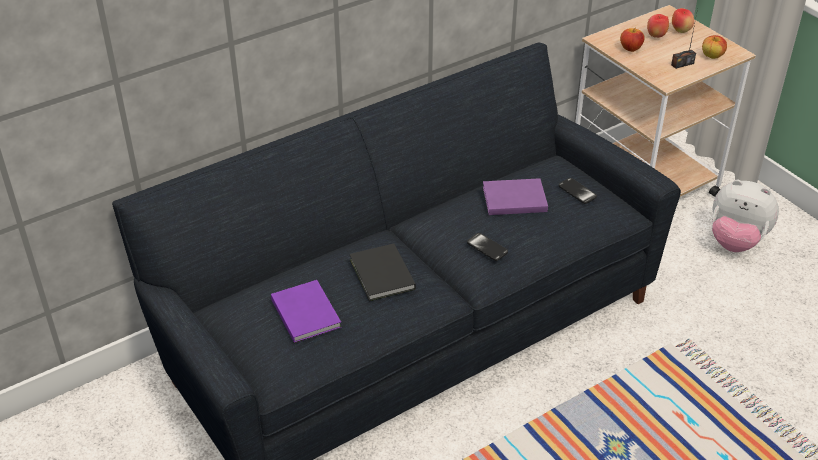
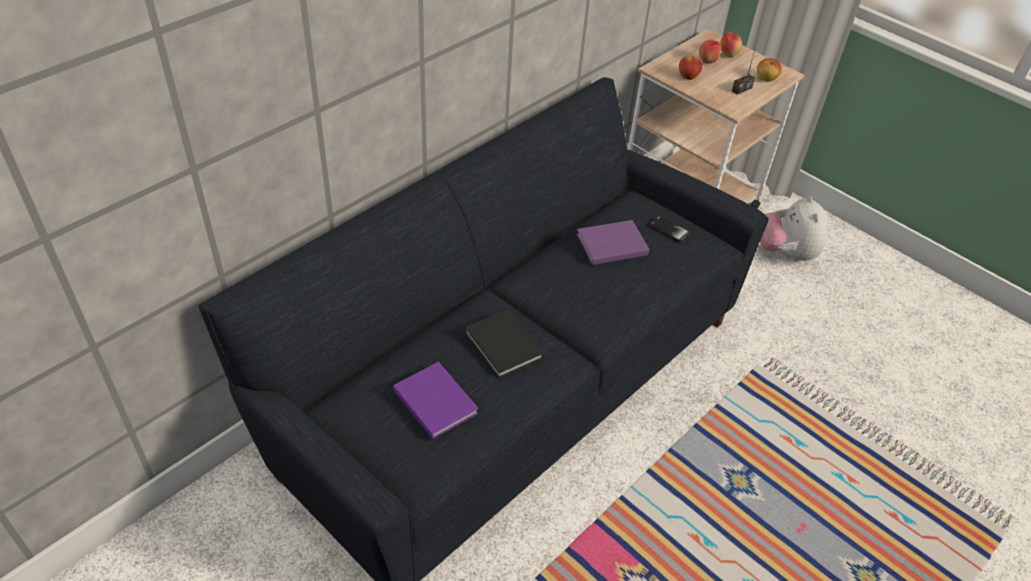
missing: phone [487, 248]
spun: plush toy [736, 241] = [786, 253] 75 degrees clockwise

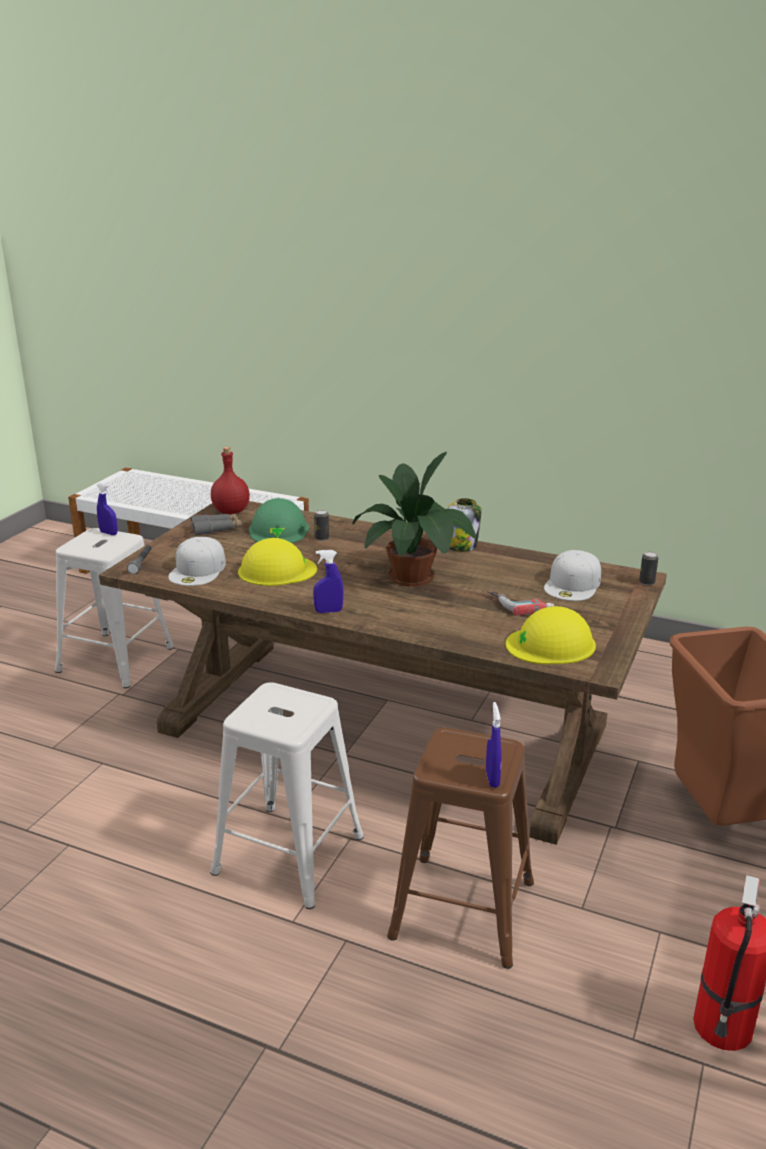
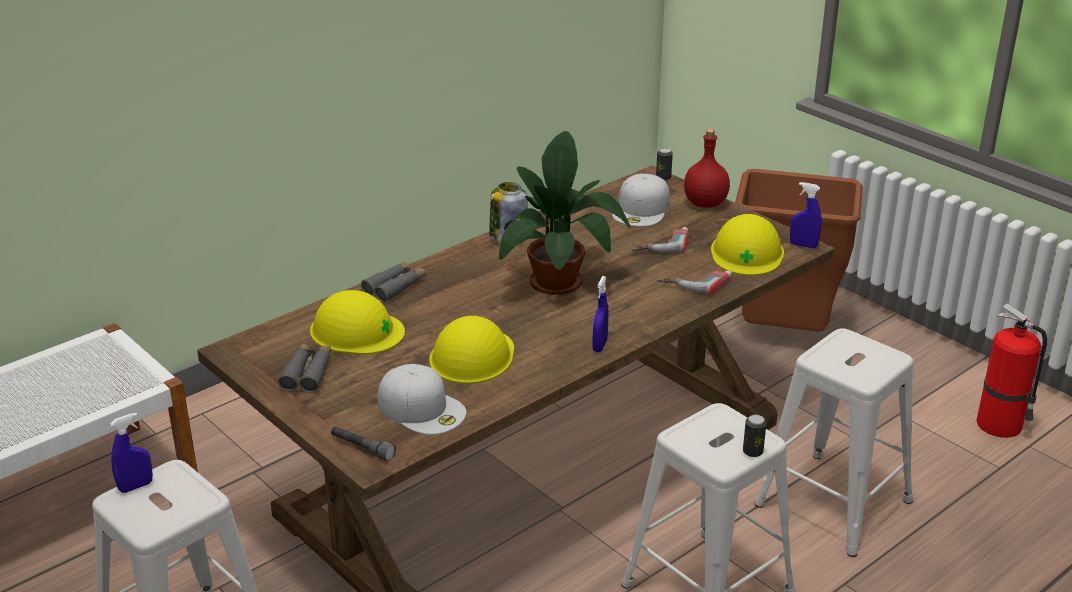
appeared: gray field glasses [395, 287]; drill [695, 282]
relocated: reddish drink bottle [231, 511] to [704, 203]; can [322, 538] to [752, 452]; bluish spray bottle [492, 779] to [803, 245]
colour: greenish hard hat [279, 530] to yellow hard hat [356, 331]; brown-coloured sitting stool [462, 909] to white sitting stool [833, 503]
spun: white peaked cap [573, 584] = [642, 209] 60 degrees clockwise

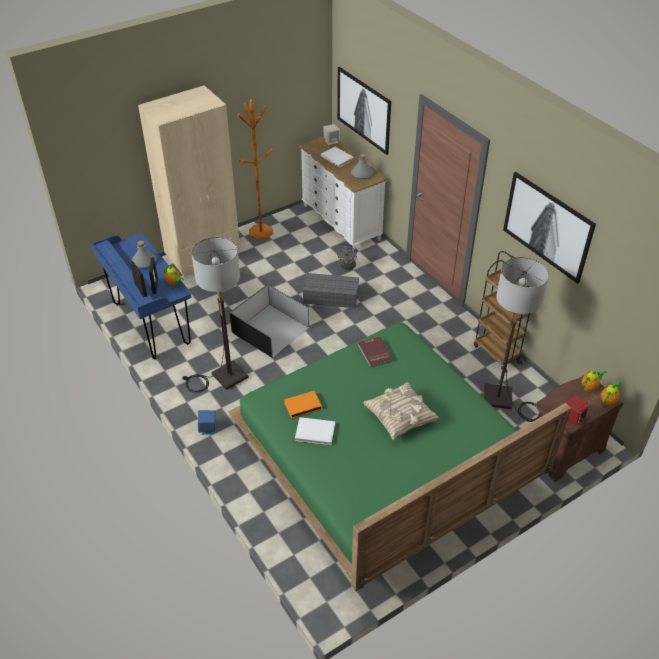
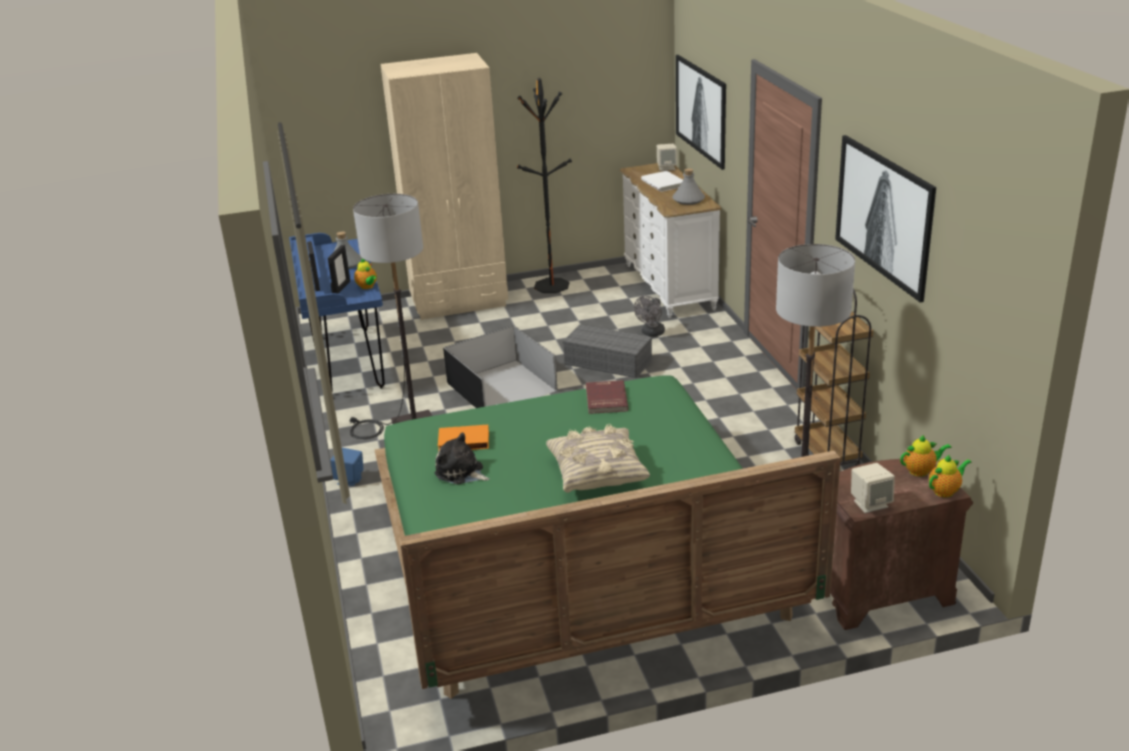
exchanged: white volume [315, 432] to plush toy [461, 472]
colour: orange clothes rack [261, 231] to black clothes rack [551, 285]; reddish loudspeaker [573, 418] to sand-coloured loudspeaker [870, 503]

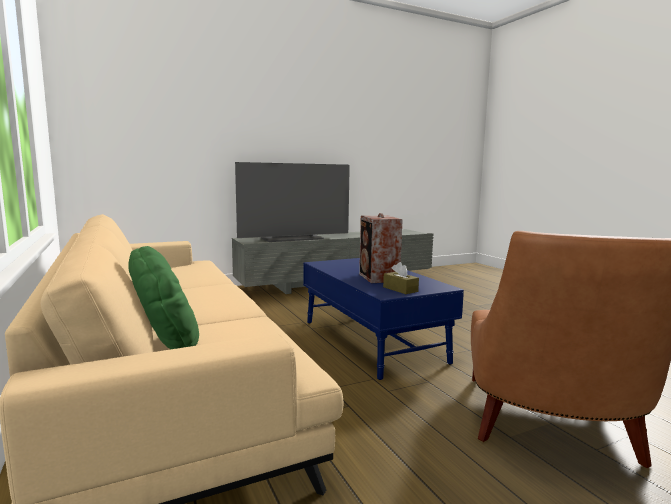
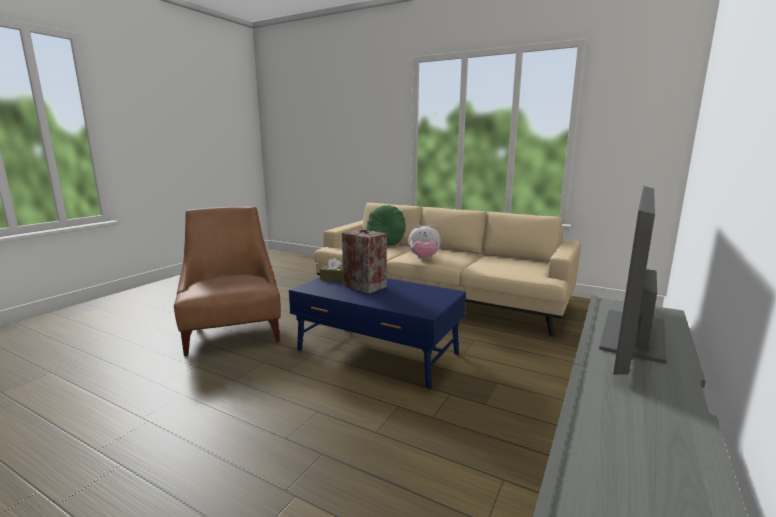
appeared: plush toy [424, 259]

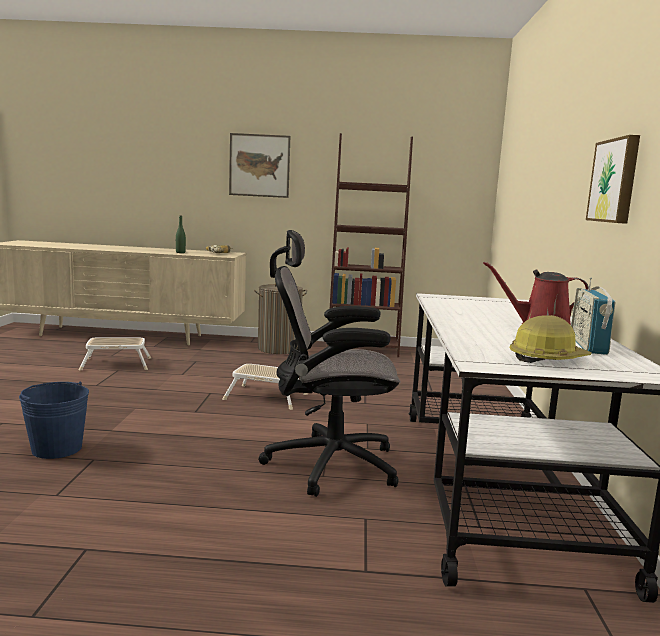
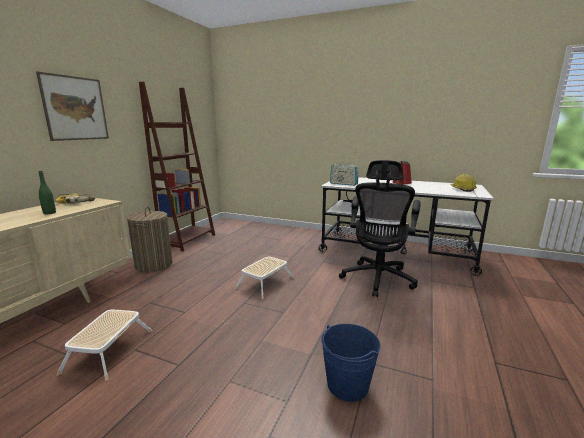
missing: wall art [615, 181]
relocated: radio set [587, 345] to [343, 184]

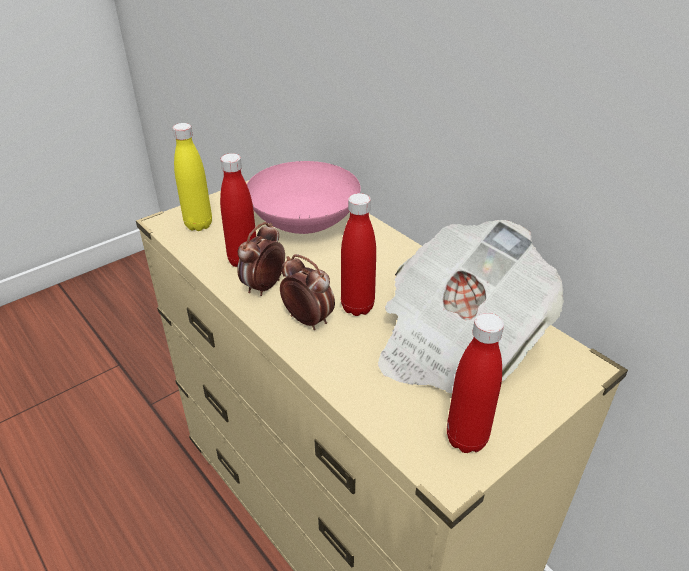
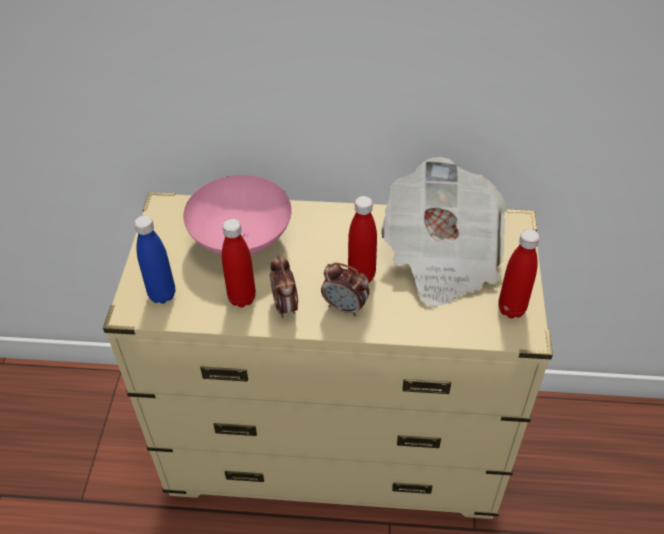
colour: yellow drink bottle [198, 225] to bluish drink bottle [162, 295]
spun: table clock [307, 320] = [345, 307] 150 degrees counterclockwise

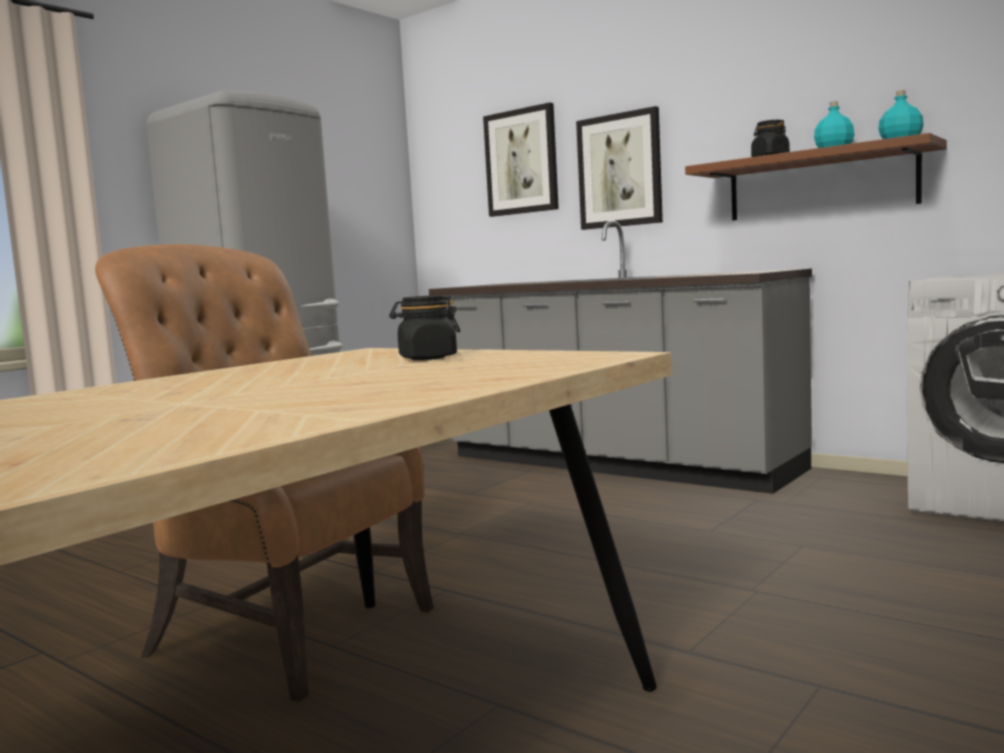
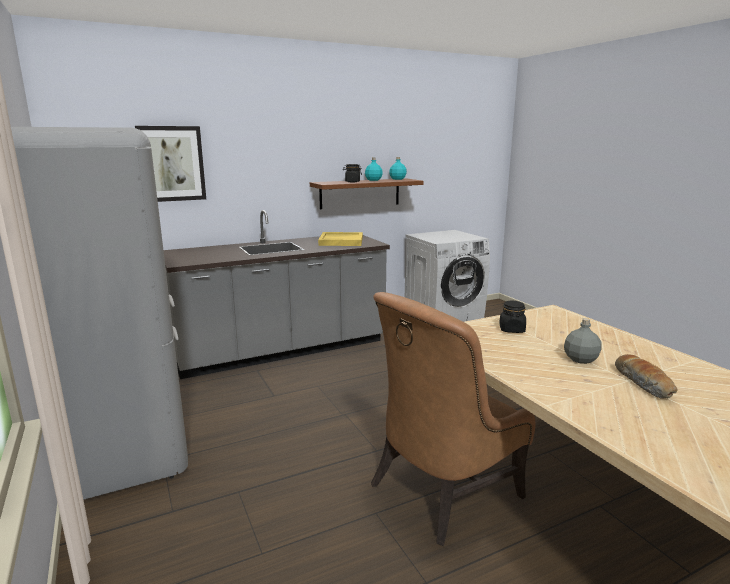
missing: wall art [620, 170]
appeared: yellow serving tray [340, 241]; gray drink bottle [580, 359]; bakery bread [644, 384]

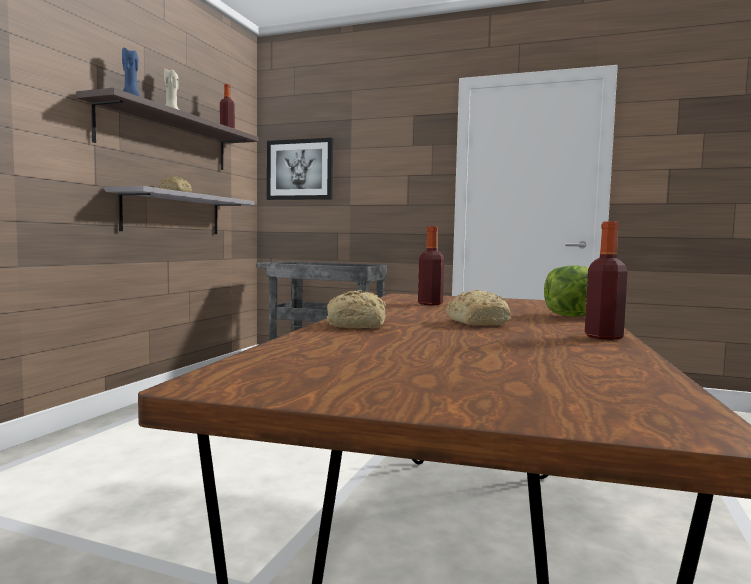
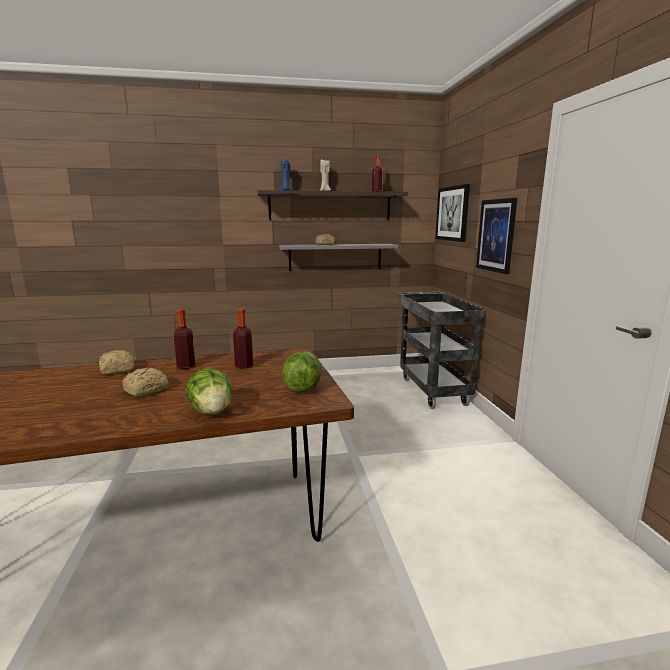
appeared: lettuce [302, 388]; wall art [496, 235]
relocated: drink bottle [603, 337] to [186, 366]

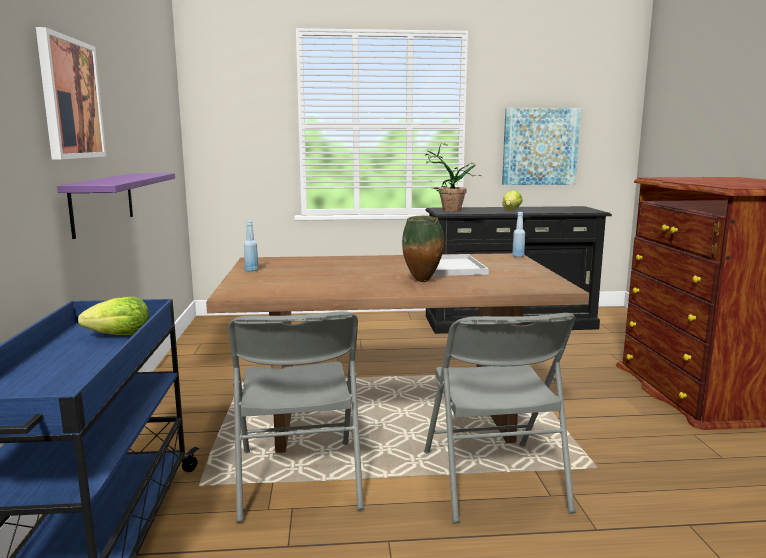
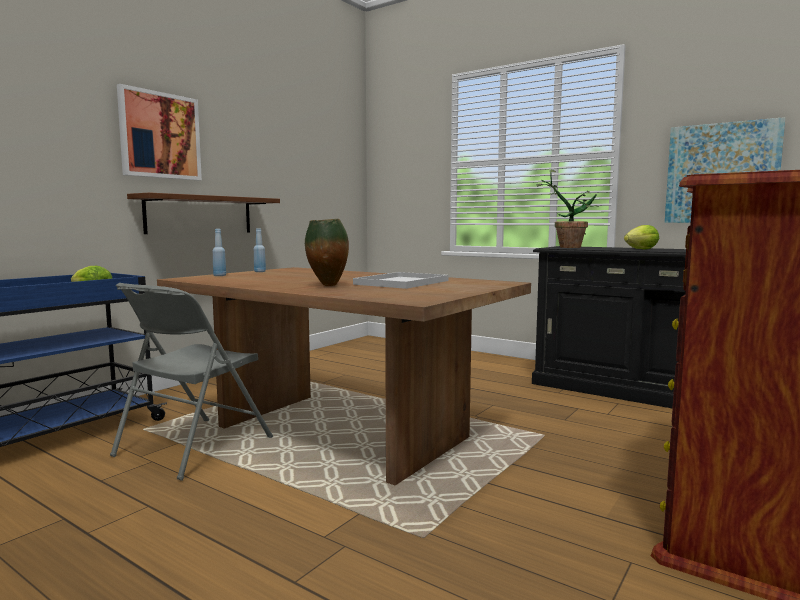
missing: gray plain chair [492, 480]
relocated: bluish drink bottle [518, 256] to [219, 275]
colour: purplish bracket shelf [103, 202] to brown-coloured bracket shelf [200, 215]

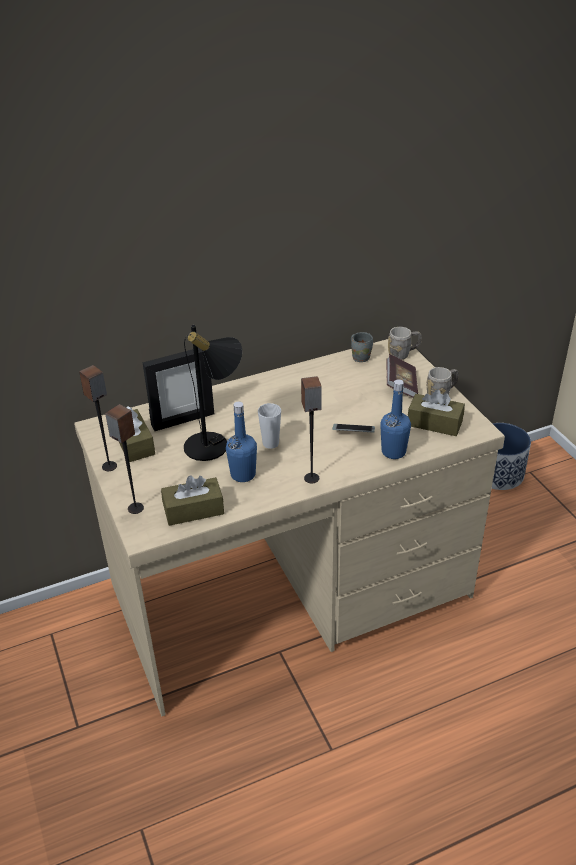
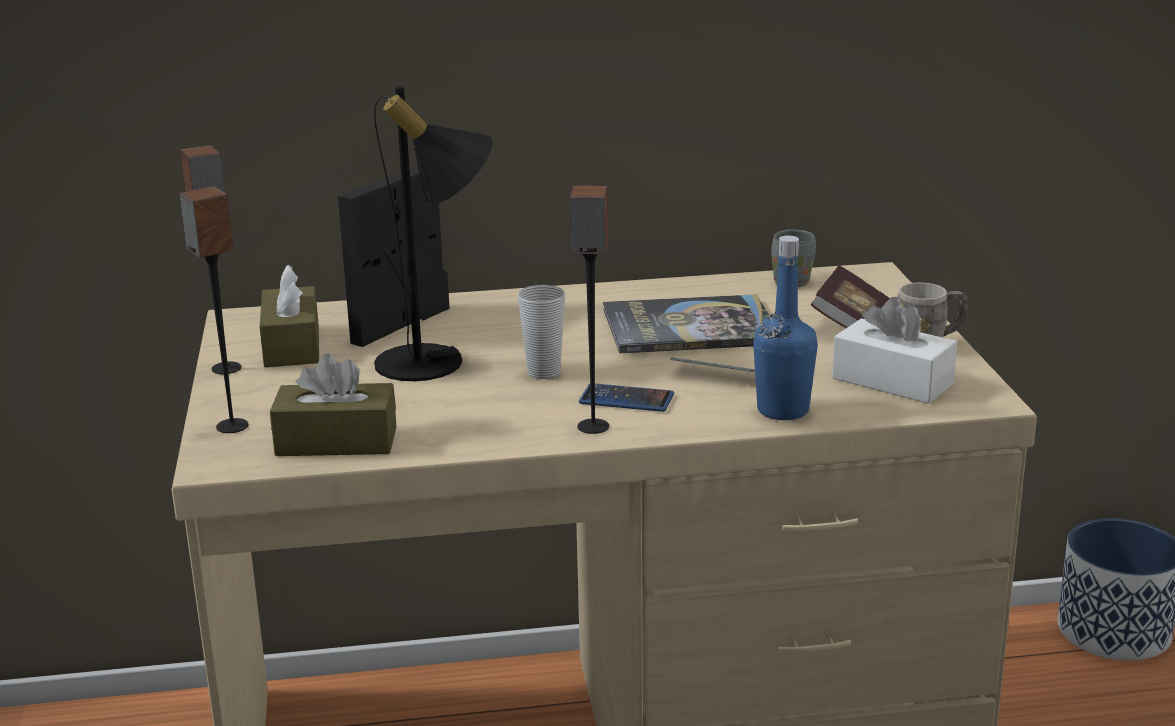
missing: bluish drink bottle [243, 474]; gray mug [403, 354]
appeared: phone [626, 399]; volume [690, 327]
colour: brown-coloured tissue holder [434, 423] to white tissue holder [892, 381]
spun: photo frame [183, 419] = [401, 325] 135 degrees clockwise

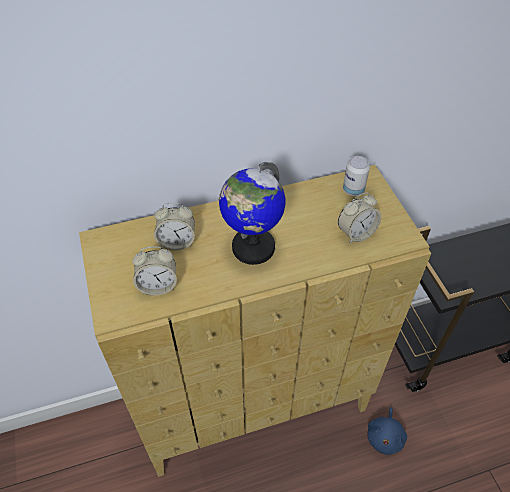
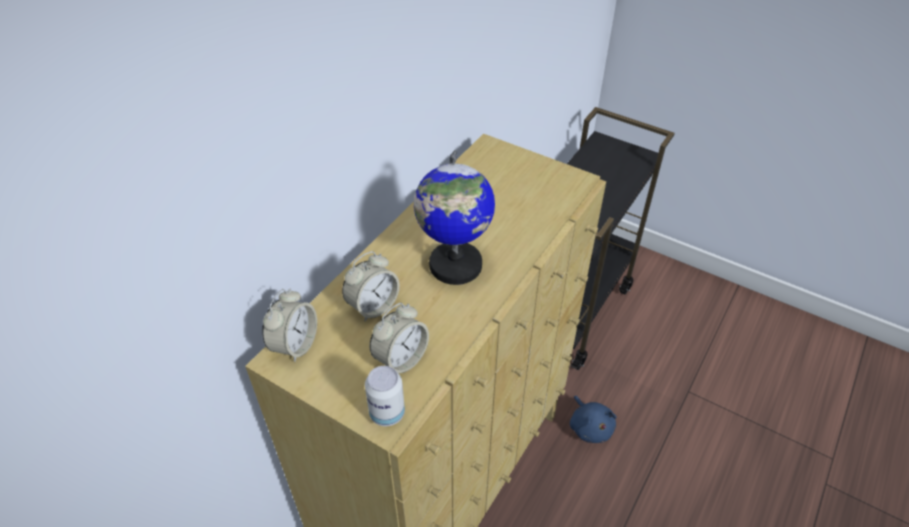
relocated: table clock [356, 233] to [295, 345]; can [353, 190] to [387, 413]

